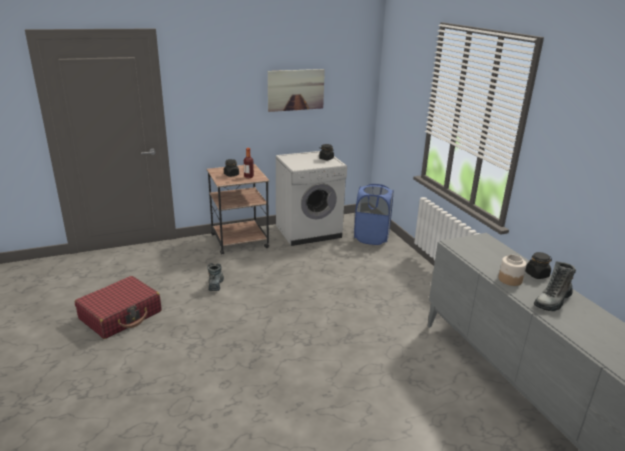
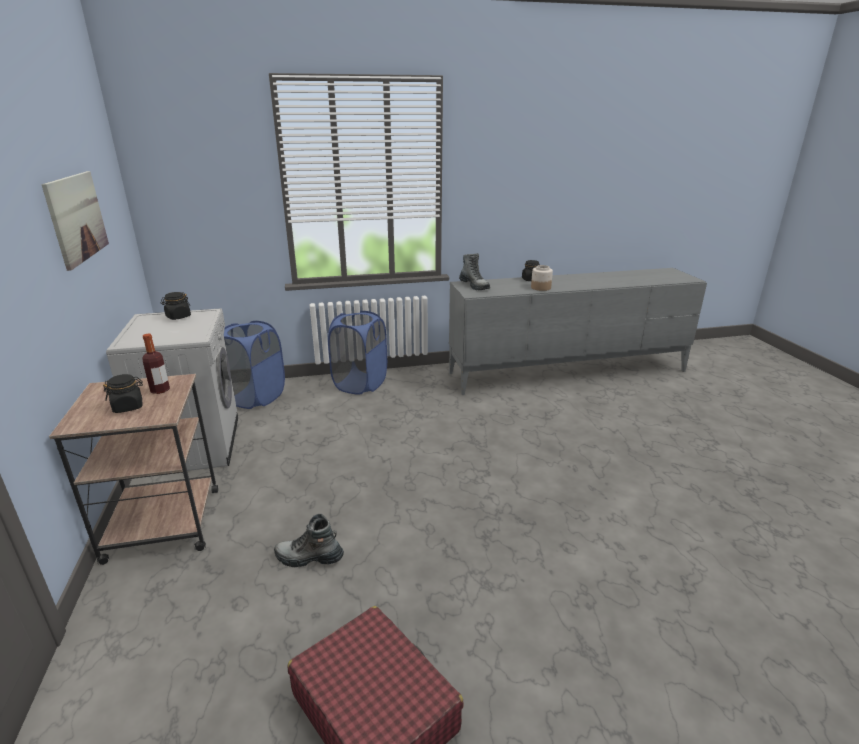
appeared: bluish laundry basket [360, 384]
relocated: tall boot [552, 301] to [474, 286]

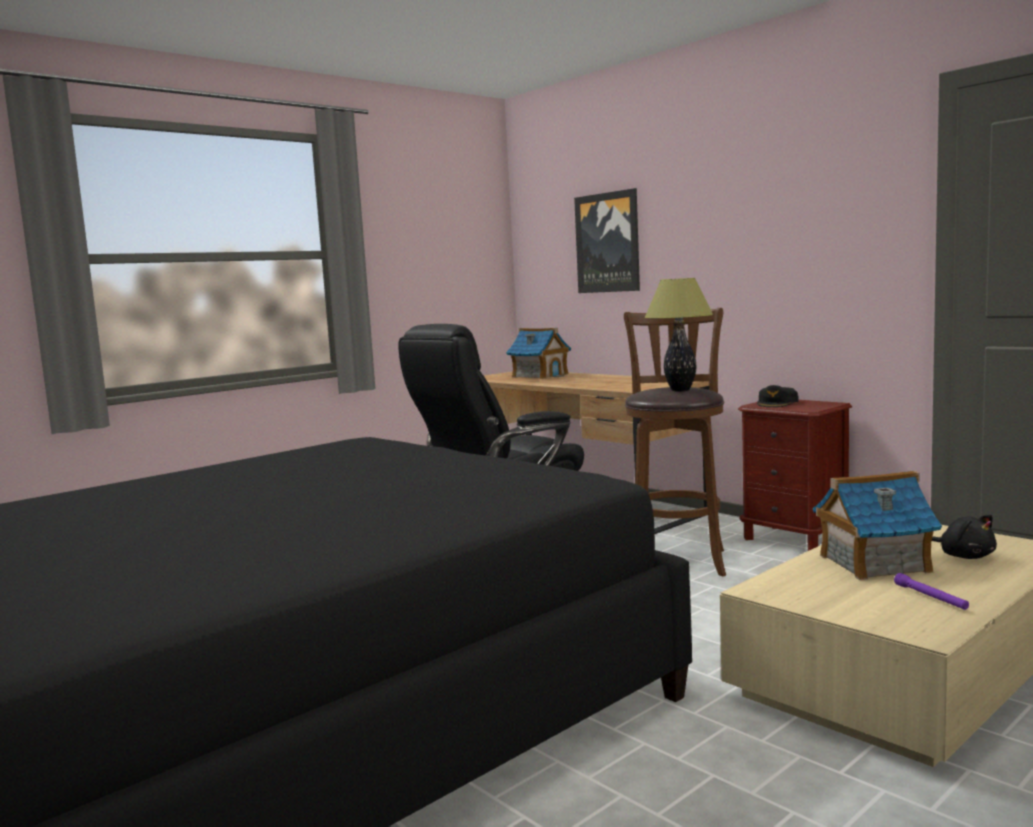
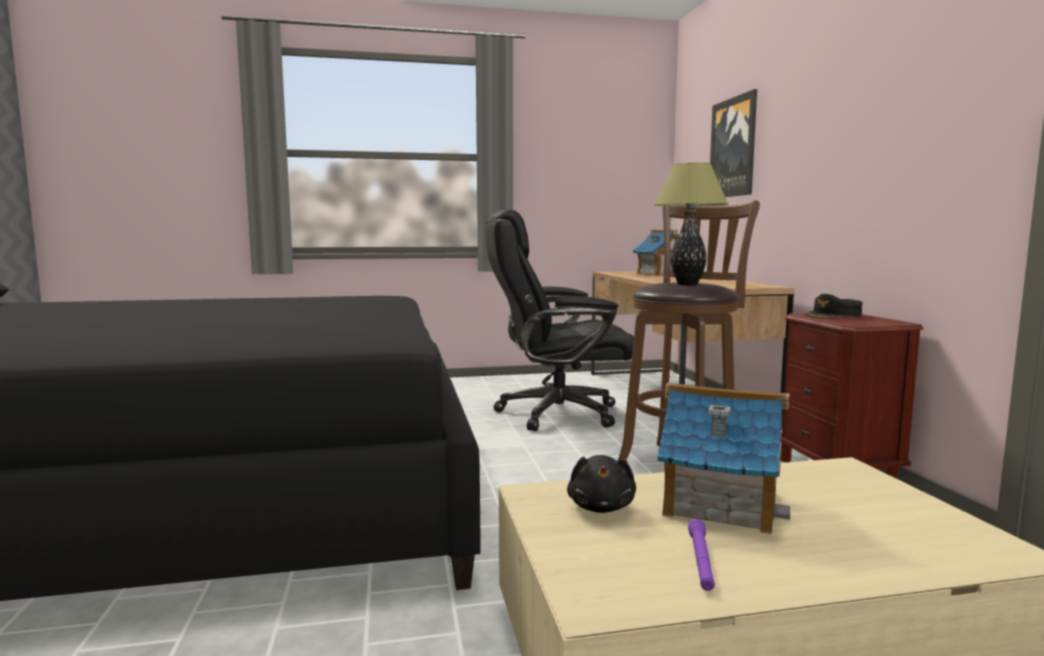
relocated: black plush toy [964, 556] to [601, 507]

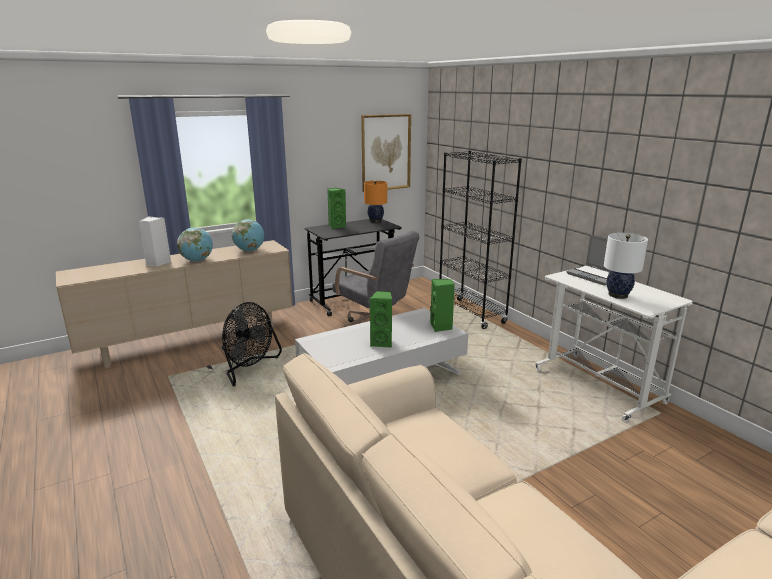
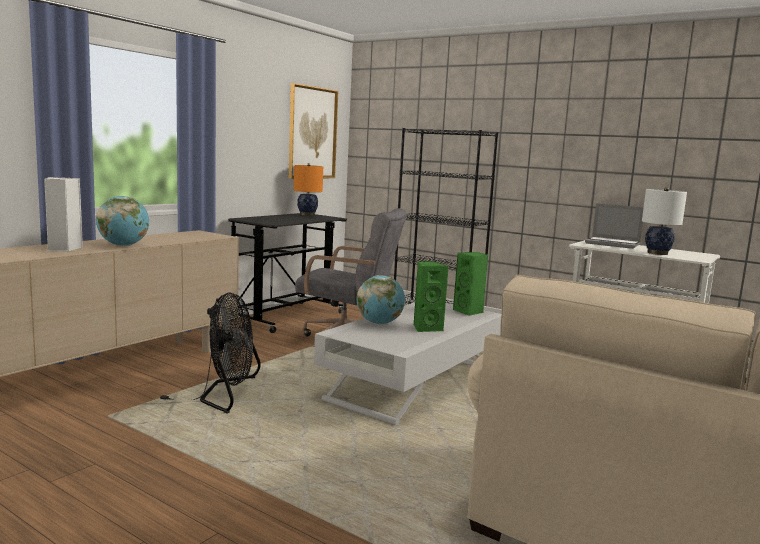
missing: greenish loudspeaker [336, 226]
relocated: globe [250, 250] to [379, 323]

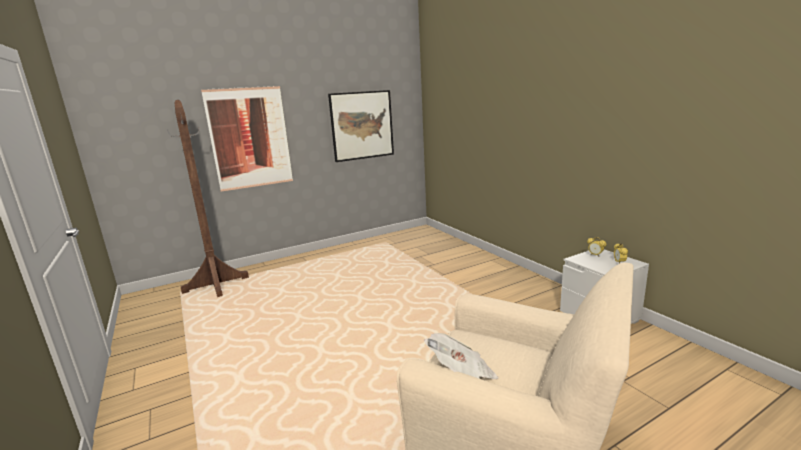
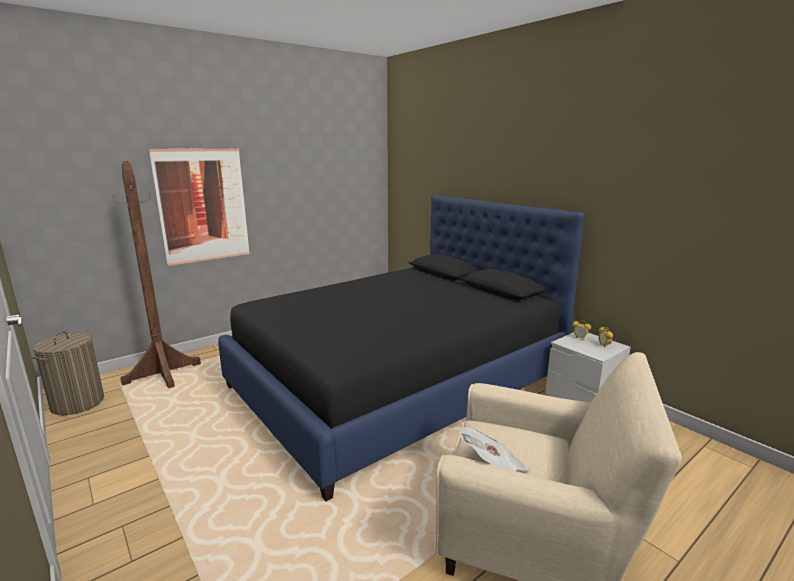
missing: wall art [362, 125]
appeared: laundry basket [78, 403]; black bed [399, 382]

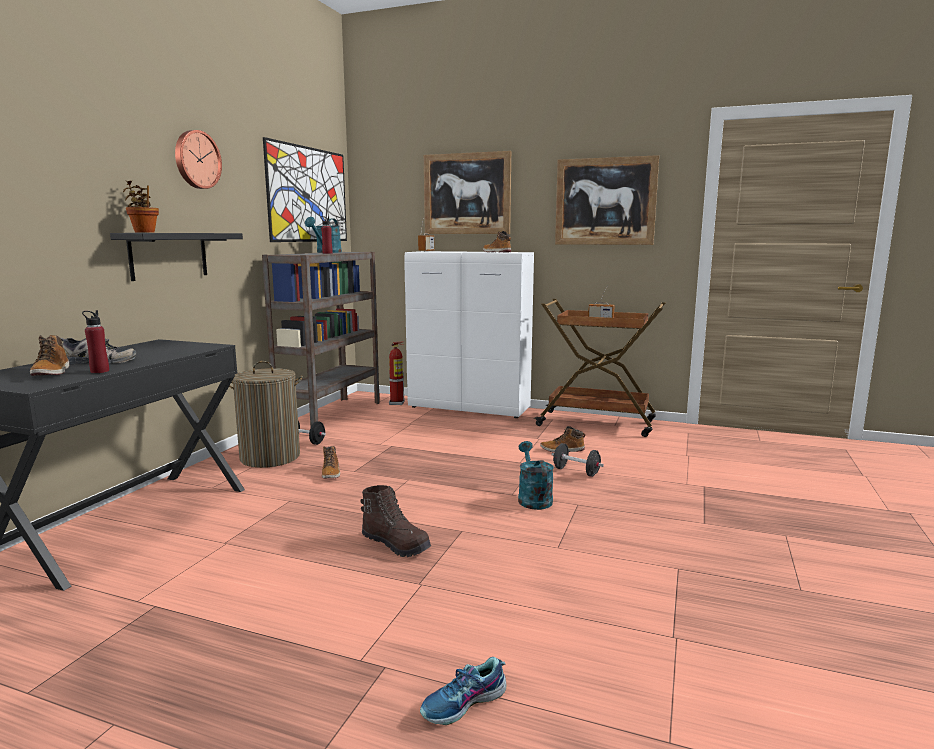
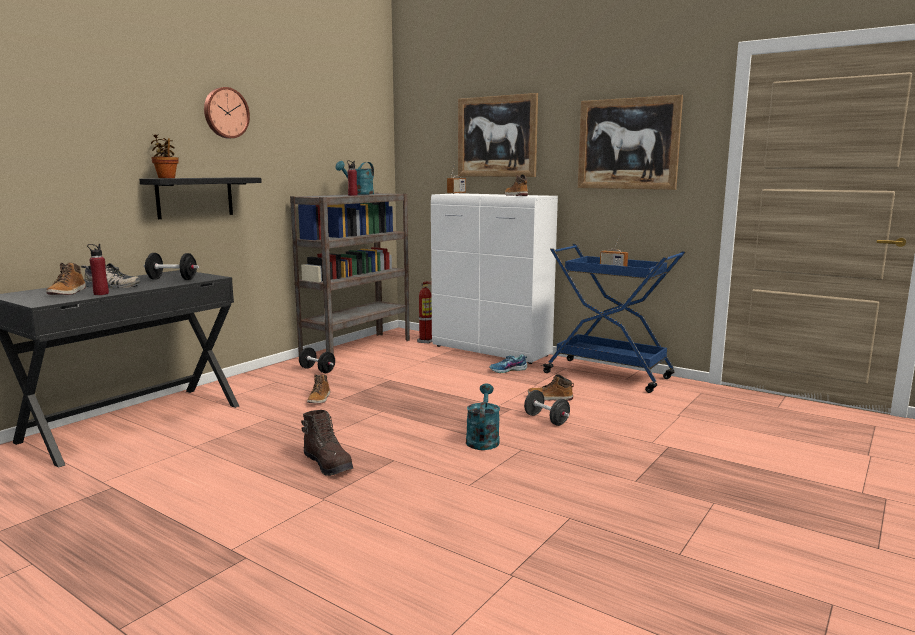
missing: laundry basket [270, 457]; wall art [308, 195]
appeared: black hand weight [172, 279]
relocated: item of footwear [464, 704] to [508, 370]
colour: brown-coloured cart [596, 424] to bluish cart [608, 376]

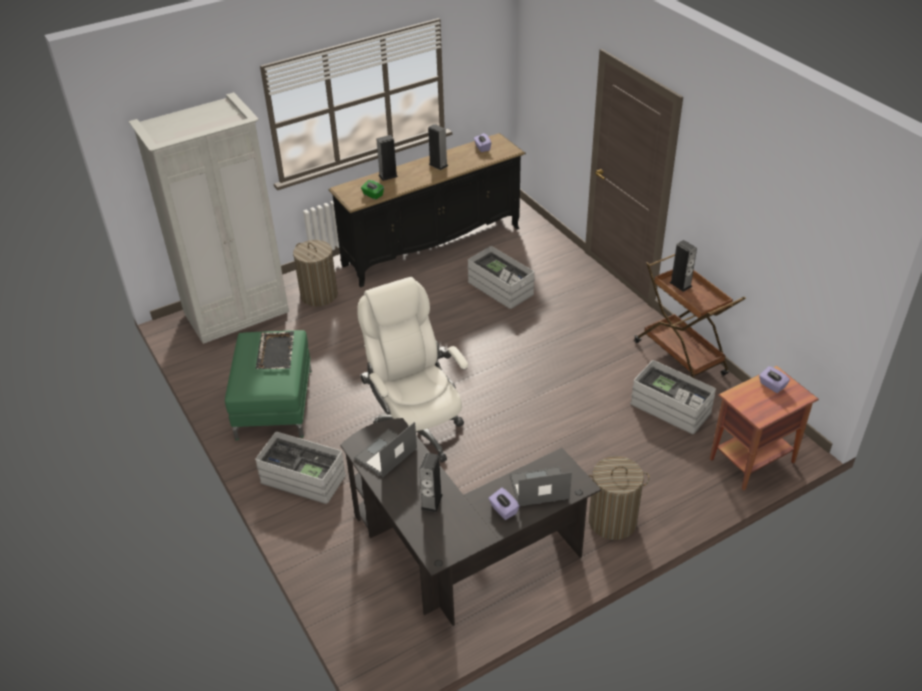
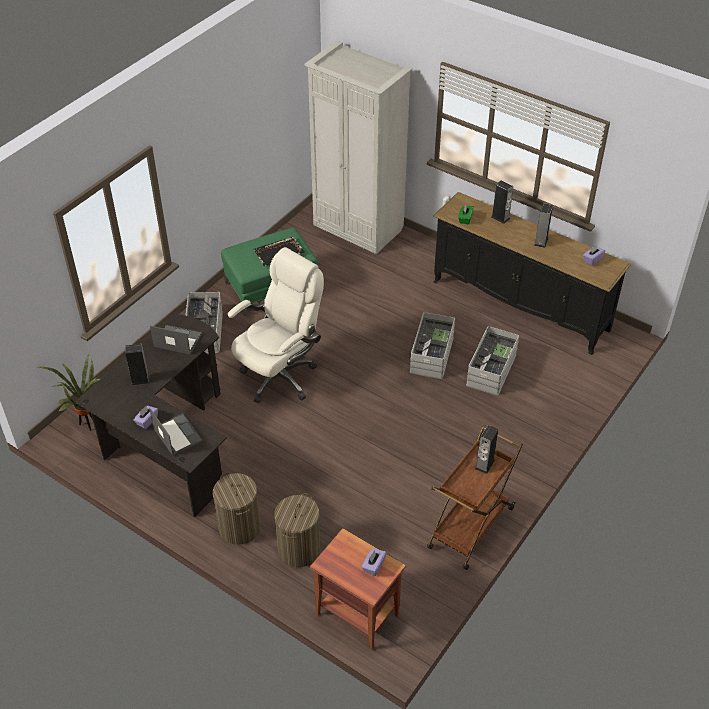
appeared: houseplant [87, 424]
relocated: laundry basket [319, 295] to [299, 549]; gray storage container [671, 407] to [432, 354]

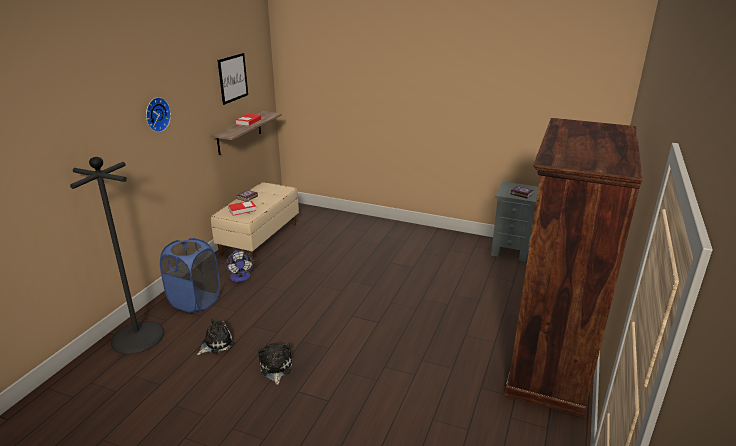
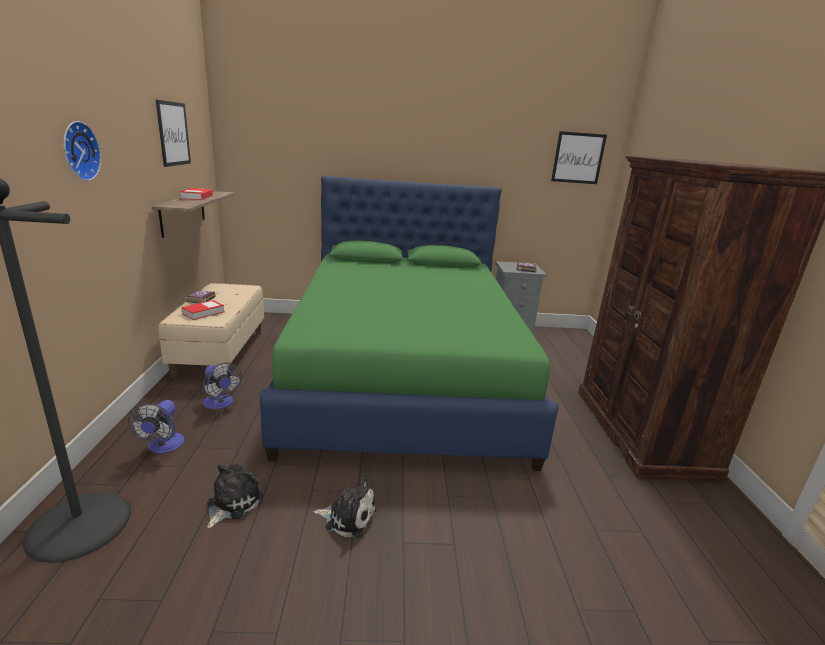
appeared: greenish bed [404, 373]; wall art [578, 158]
exchanged: bluish laundry basket [195, 301] to cooling fan [163, 447]
spun: plush toy [275, 368] = [348, 517] 135 degrees clockwise

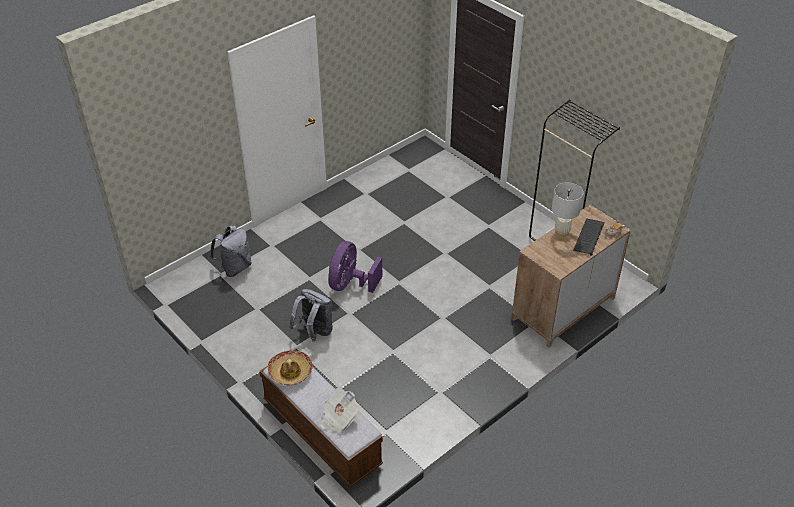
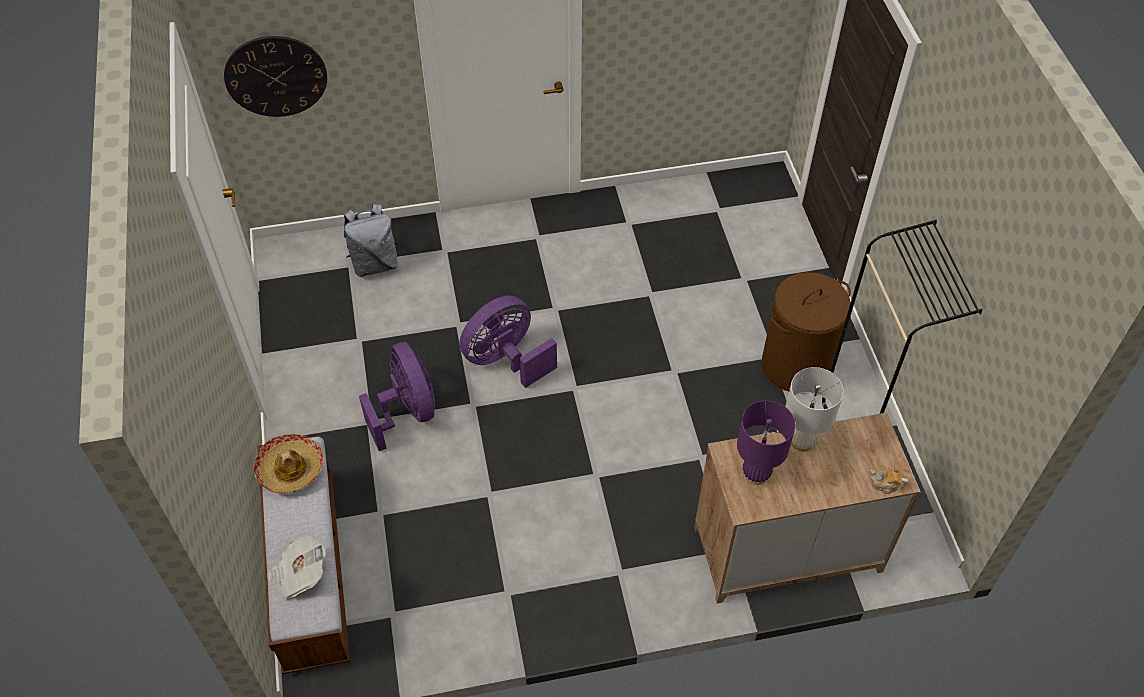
missing: PC keyboard [588, 237]
appeared: clock on the wall [276, 76]; purplish tabletop lamp [756, 474]; brown-coloured laundry basket [796, 365]
exchanged: gray knapsack [314, 332] to purplish cooling fan [407, 411]

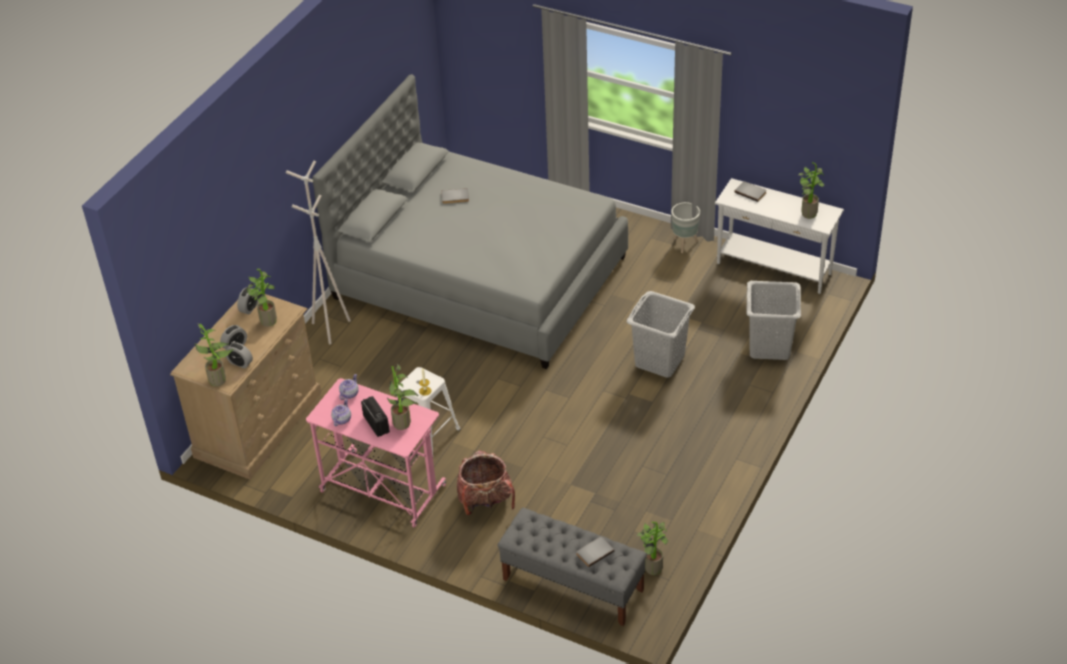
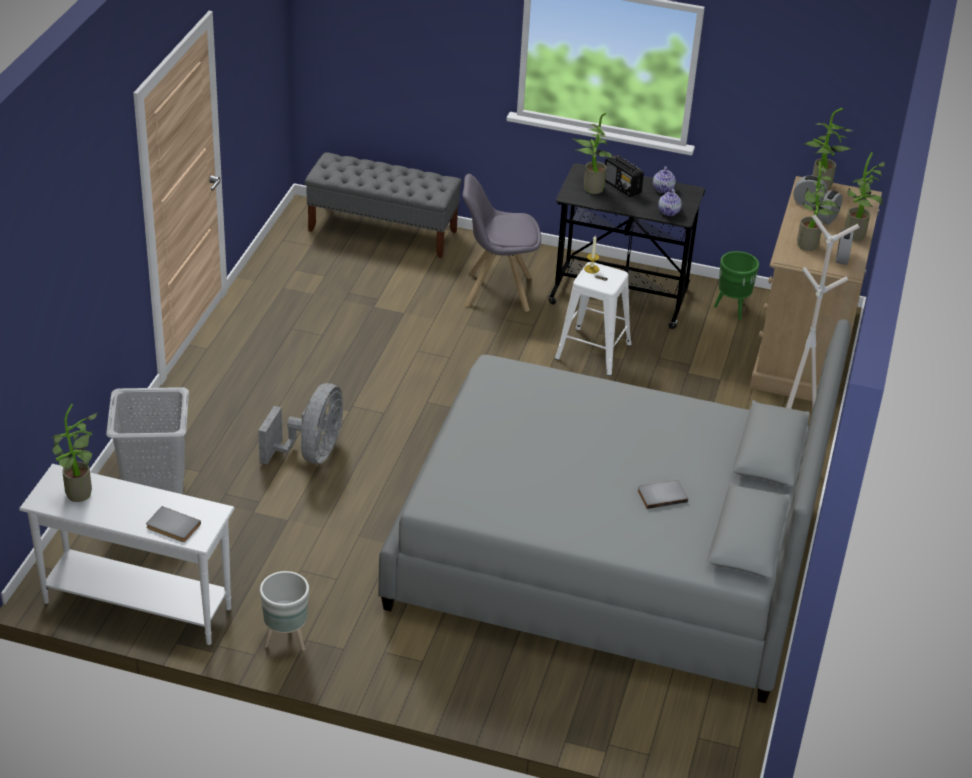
missing: gray volume [594, 552]
appeared: greenish planter [731, 309]
relocated: houseplant [652, 566] to [857, 237]
exchanged: gray laundry basket [660, 361] to gray cooling fan [311, 453]; knapsack [485, 501] to gray plain chair [497, 292]
colour: pink-coloured desk unit [382, 488] to black desk unit [619, 296]

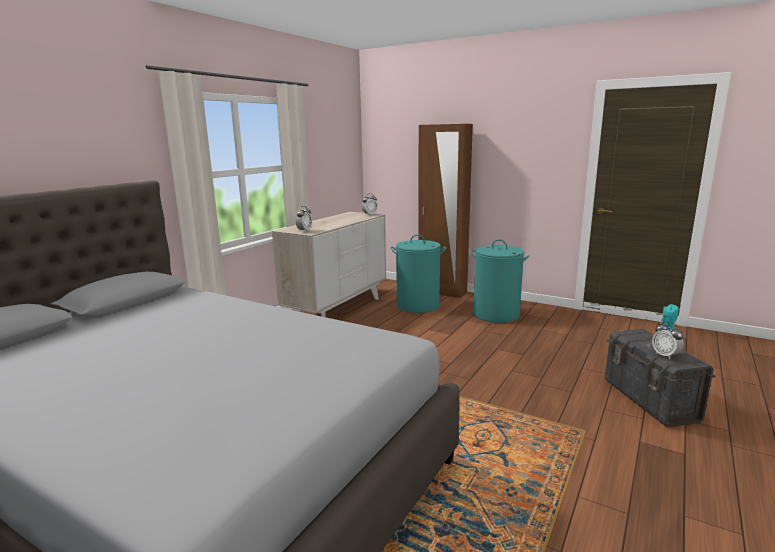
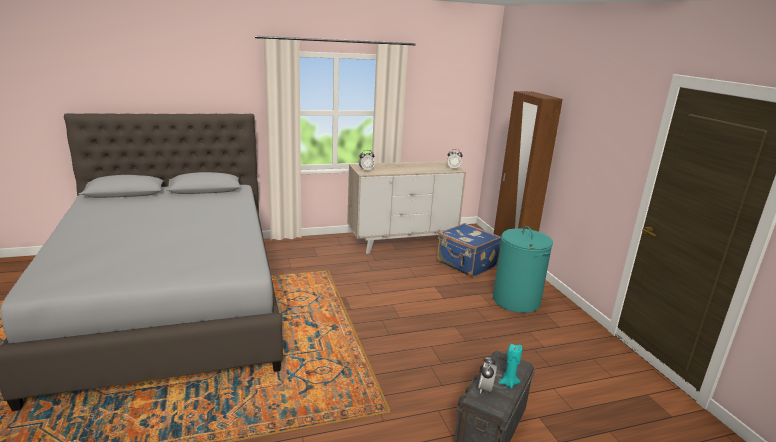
exchanged: blue-green laundry basket [418, 305] to bluish travel case [466, 264]

